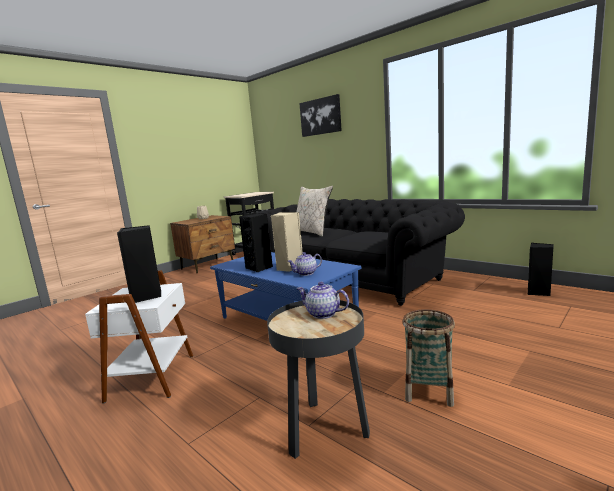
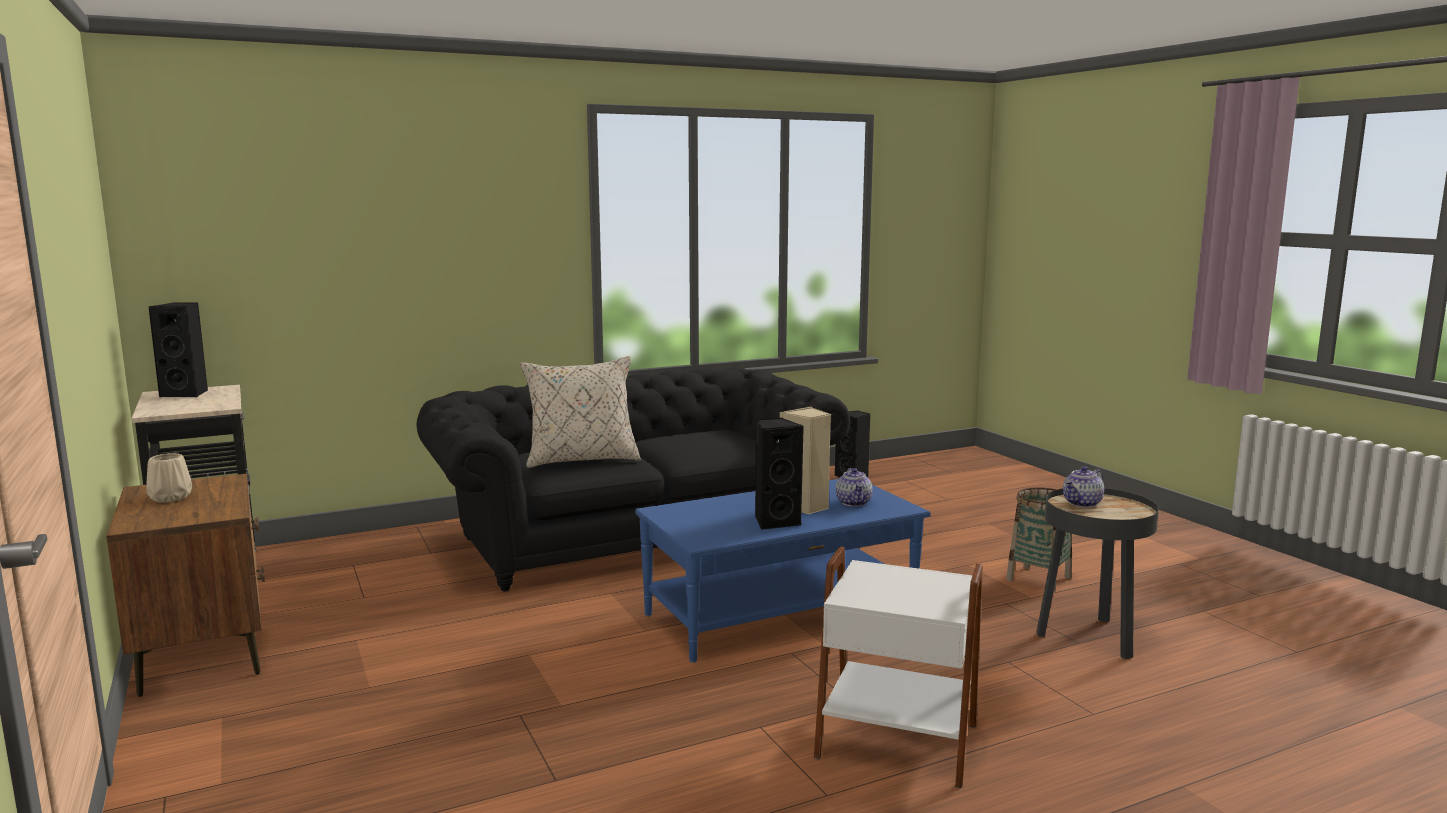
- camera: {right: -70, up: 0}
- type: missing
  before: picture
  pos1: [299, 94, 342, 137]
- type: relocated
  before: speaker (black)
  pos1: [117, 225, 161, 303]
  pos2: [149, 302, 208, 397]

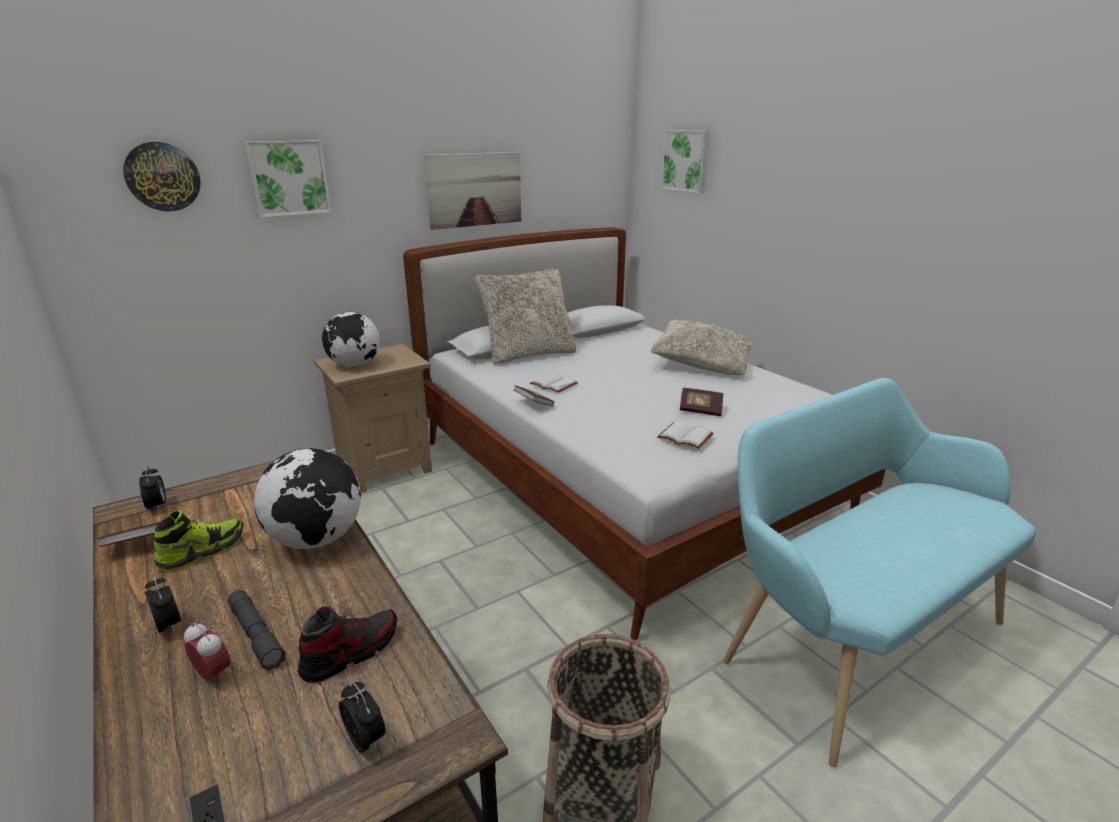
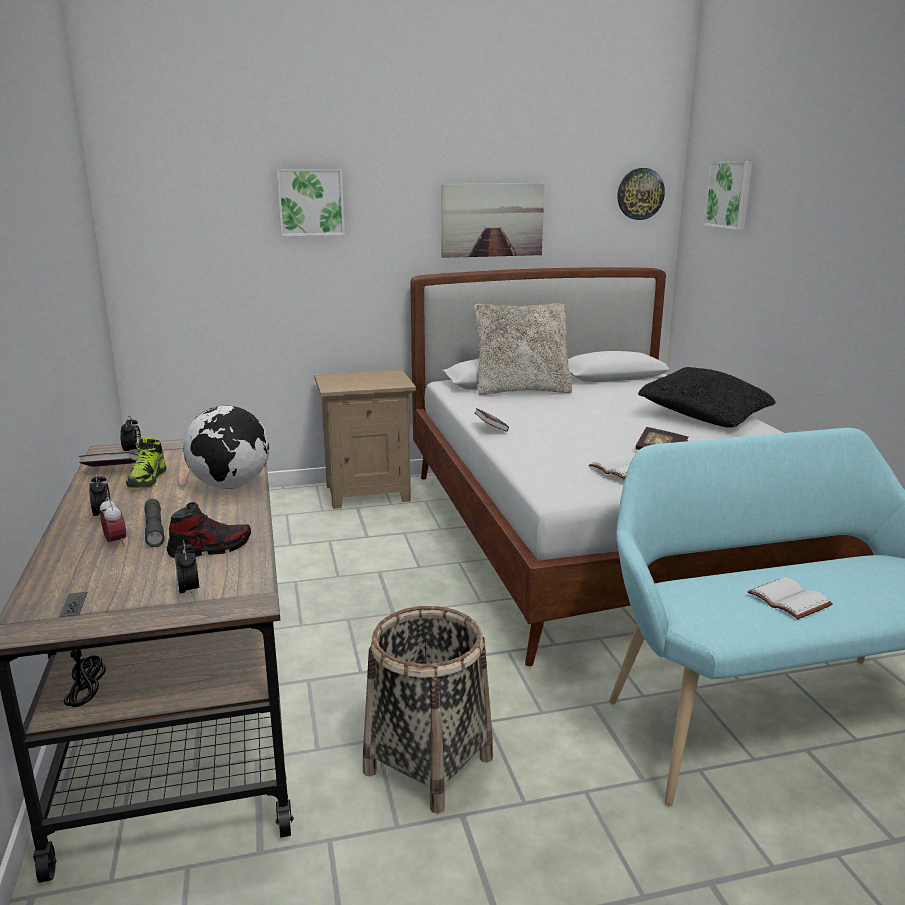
- camera: {right: 20, up: -5}
- type: relocated
  before: wall clock
  pos1: [123, 142, 201, 212]
  pos2: [617, 168, 665, 220]
- type: missing
  before: globe
  pos1: [322, 312, 380, 367]
- type: colour
  before: pillow (beige)
  after: pillow (black)
  pos1: [651, 320, 753, 375]
  pos2: [638, 367, 776, 427]
- type: relocated
  before: book (white)
  pos1: [530, 373, 578, 393]
  pos2: [747, 577, 833, 619]
- type: spun
  before: shoe
  pos1: [154, 510, 243, 571]
  pos2: [126, 438, 167, 489]
  turn: 120

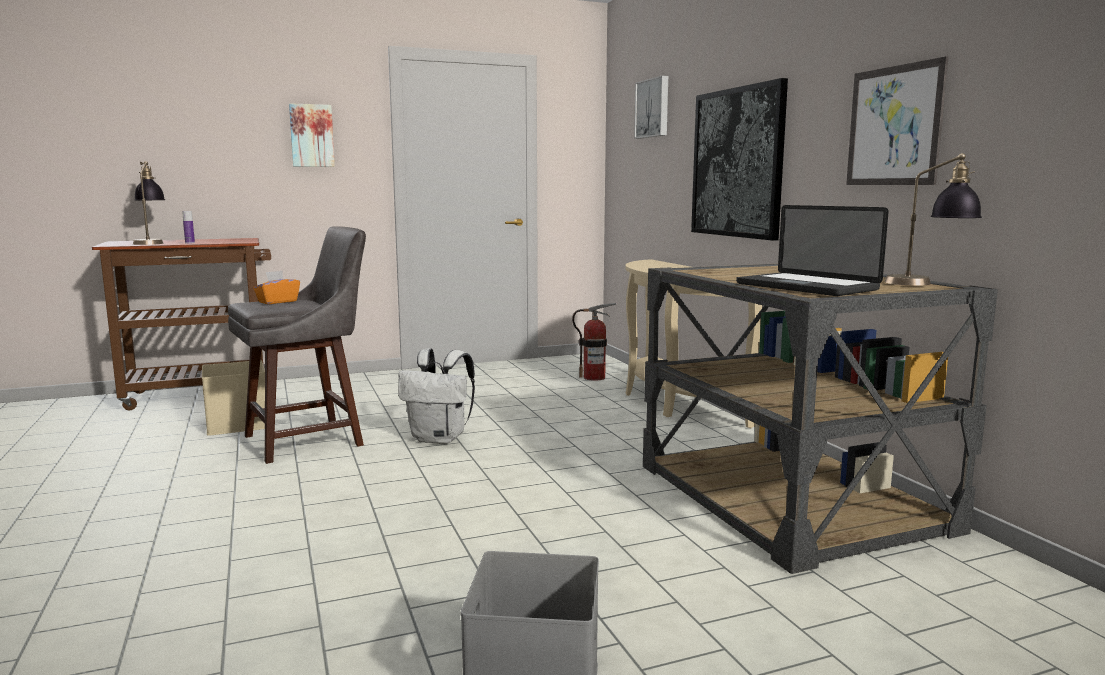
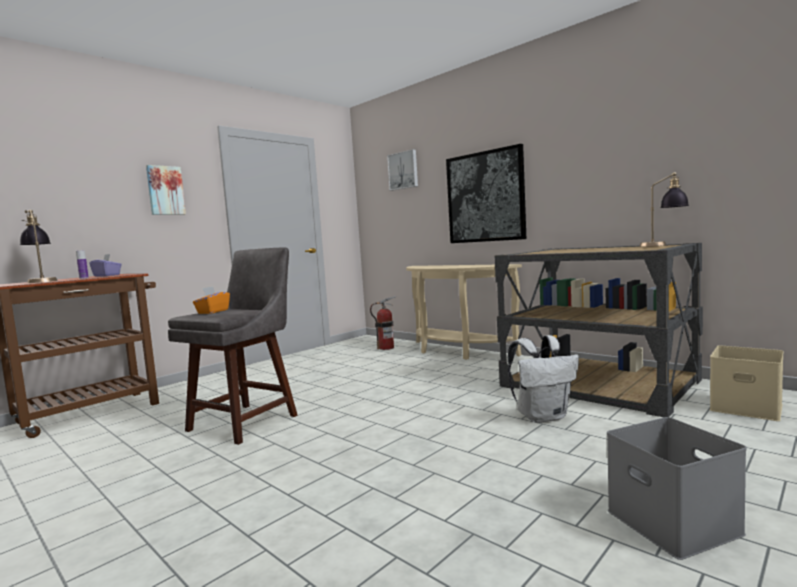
- camera: {right: -25, up: -5}
- type: missing
  before: picture
  pos1: [846, 56, 949, 185]
- type: missing
  before: laptop
  pos1: [736, 205, 889, 296]
- type: relocated
  before: backpack (white)
  pos1: [398, 348, 475, 444]
  pos2: [508, 335, 579, 423]
- type: relocated
  before: storage box (beige)
  pos1: [202, 360, 265, 436]
  pos2: [710, 345, 784, 421]
- type: appeared
  after: tissue box (purple)
  pos2: [89, 254, 122, 277]

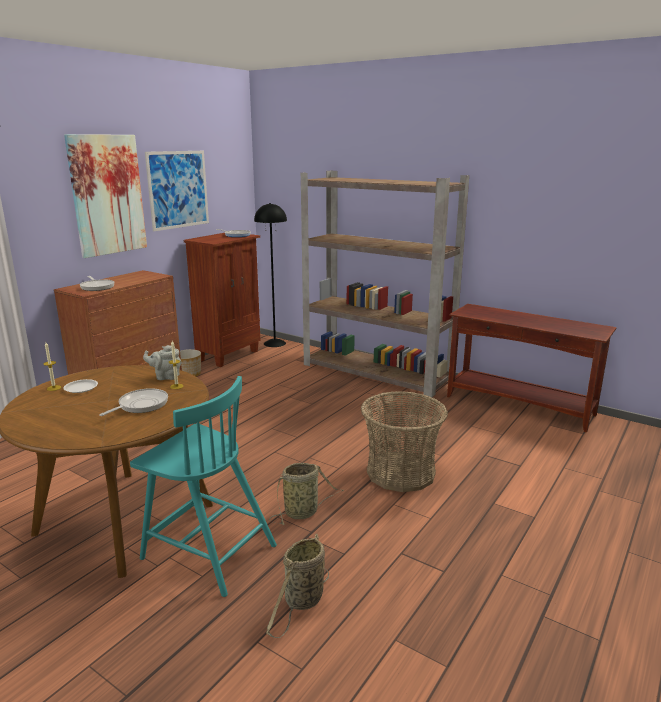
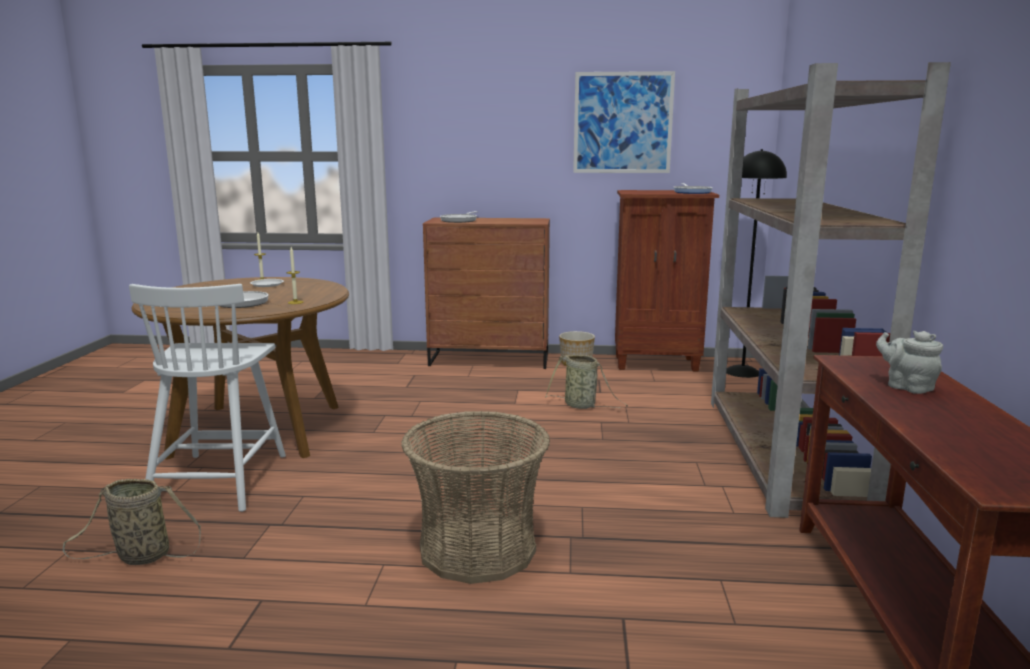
- camera: {right: 60, up: -5}
- type: missing
  before: picture
  pos1: [64, 134, 147, 258]
- type: relocated
  before: teapot (grey)
  pos1: [143, 345, 182, 380]
  pos2: [876, 331, 943, 394]
- type: colour
  before: chair (turquoise)
  after: chair (white)
  pos1: [130, 376, 277, 597]
  pos2: [129, 284, 286, 512]
- type: relocated
  before: basket
  pos1: [269, 463, 344, 525]
  pos2: [545, 355, 628, 409]

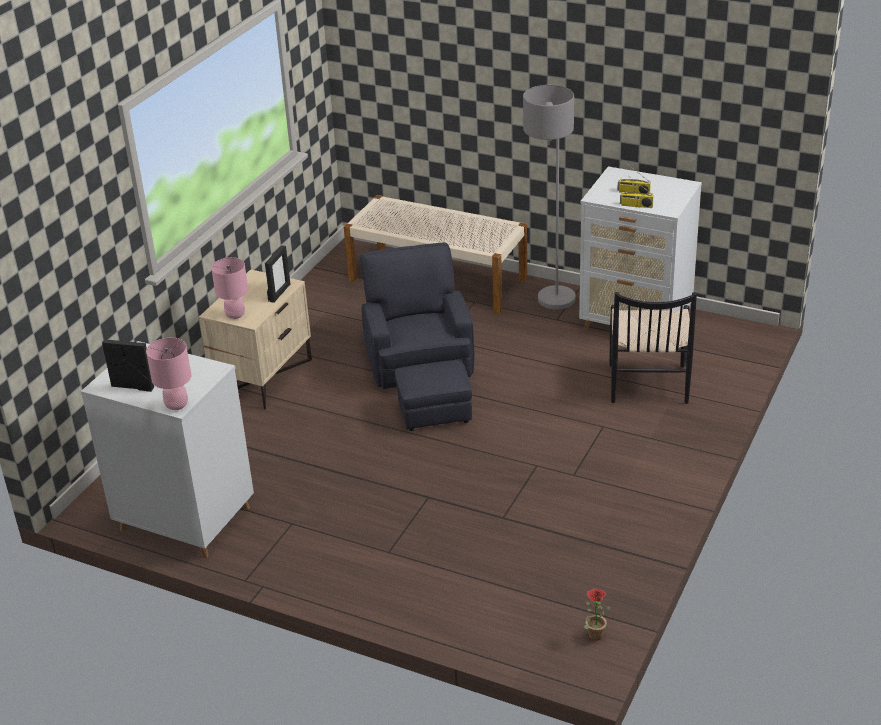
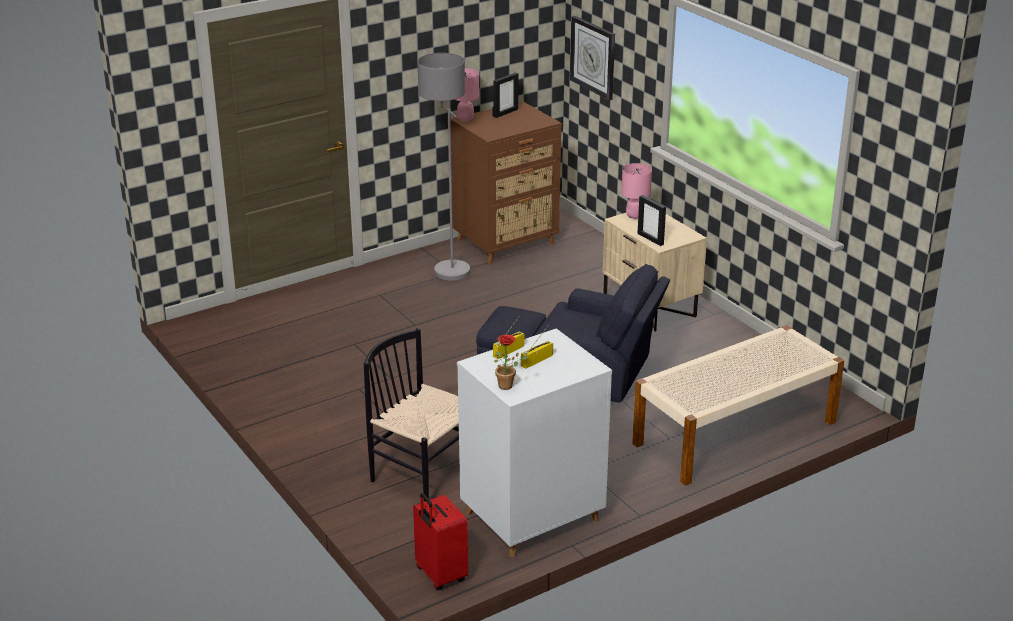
- camera: {right: 120, up: -5}
- type: relocated
  before: floor lamp (grey)
  pos1: [523, 85, 576, 310]
  pos2: [418, 53, 470, 281]
- type: colour
  before: dresser (white)
  after: dresser (brown)
  pos1: [81, 341, 254, 558]
  pos2: [450, 101, 562, 264]
- type: relocated
  before: potted plant
  pos1: [584, 588, 610, 641]
  pos2: [494, 335, 529, 390]
- type: appeared
  after: wall clock
  pos2: [570, 16, 615, 100]
- type: appeared
  after: suitcase (red)
  pos2: [413, 493, 468, 590]

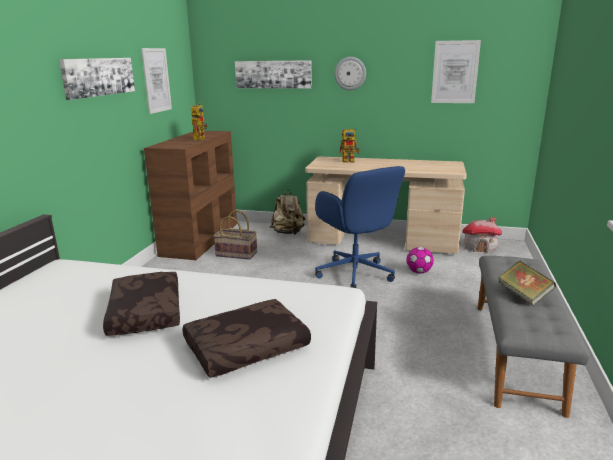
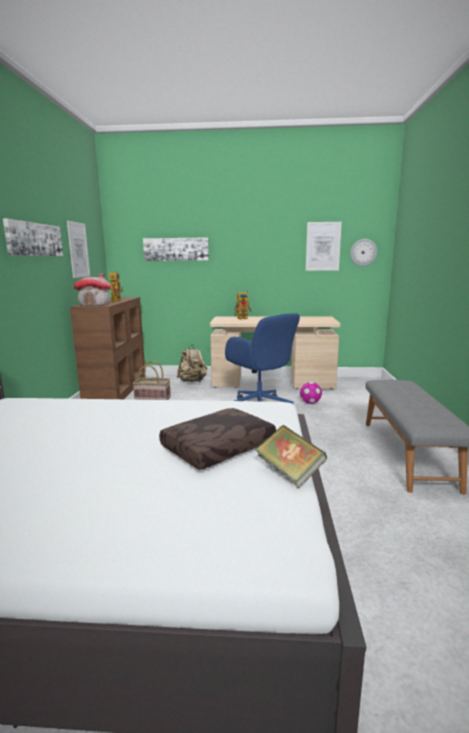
- camera: {right: -10, up: -5}
- type: relocated
  before: wall clock
  pos1: [334, 57, 366, 90]
  pos2: [350, 239, 377, 266]
- type: relocated
  before: toy house
  pos1: [462, 217, 502, 253]
  pos2: [74, 274, 111, 306]
- type: relocated
  before: book
  pos1: [498, 261, 556, 306]
  pos2: [256, 425, 327, 488]
- type: missing
  before: pillow (brown)
  pos1: [103, 272, 180, 336]

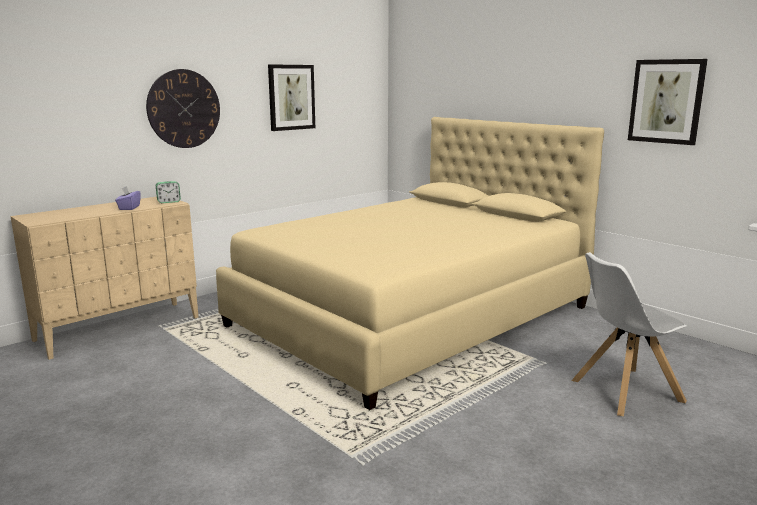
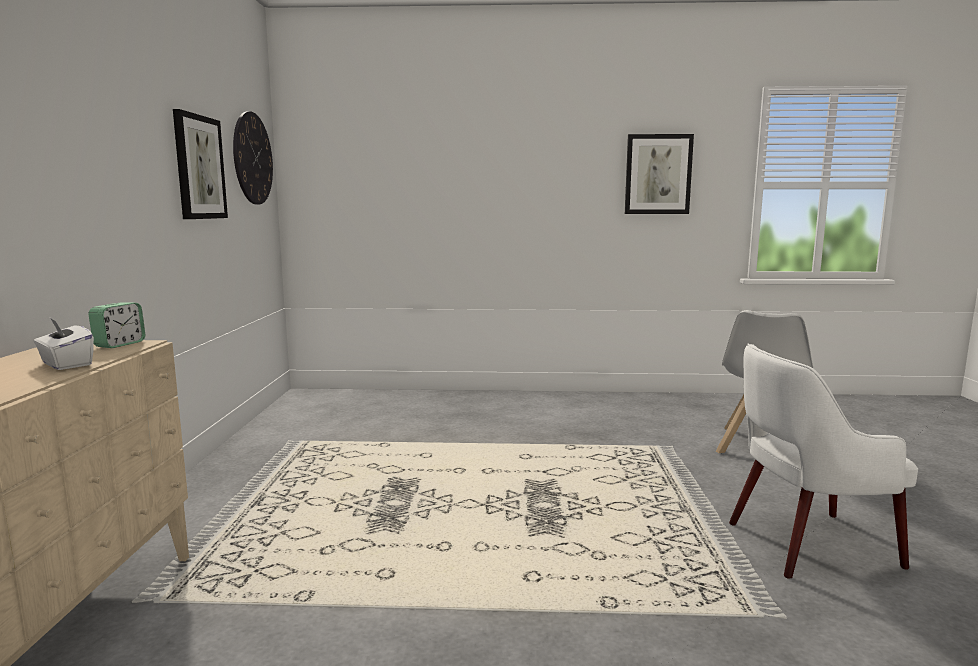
- camera: {right: -45, up: -5}
- type: relocated
  before: wall clock
  pos1: [146, 69, 220, 148]
  pos2: [233, 111, 273, 205]
- type: missing
  before: bed (beige)
  pos1: [216, 117, 604, 410]
- type: colour
  before: tissue box (purple)
  after: tissue box (white)
  pos1: [115, 186, 141, 210]
  pos2: [33, 318, 94, 370]
- type: appeared
  after: armchair (white)
  pos2: [729, 343, 918, 579]

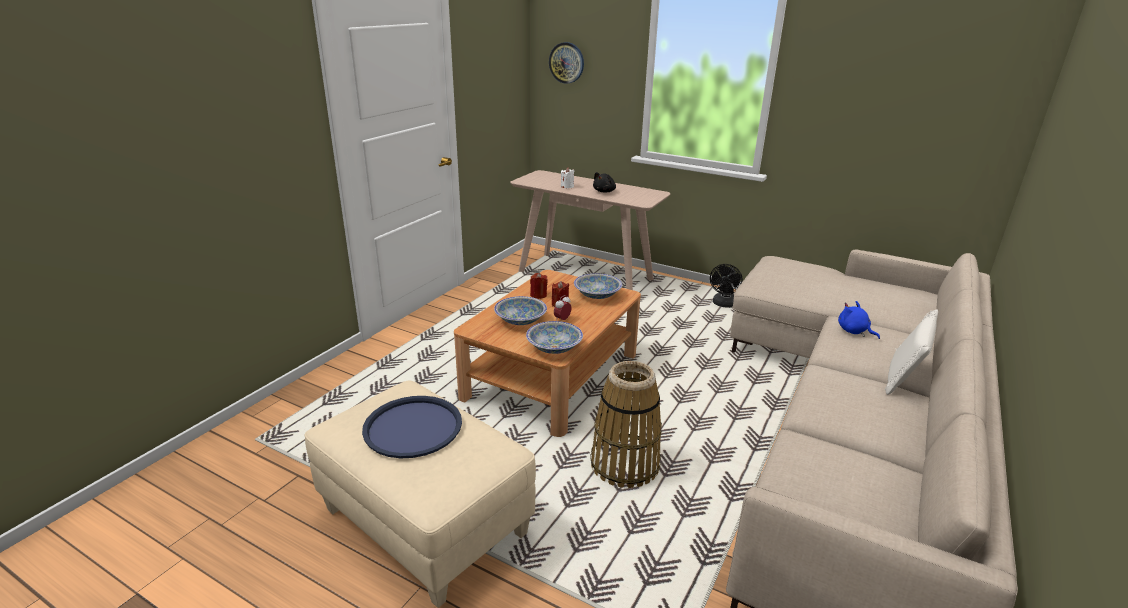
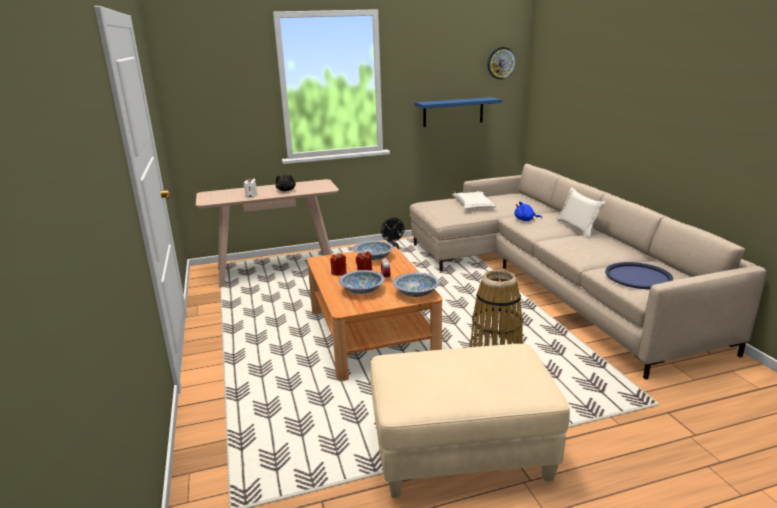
- camera: {right: -45, up: -5}
- type: relocated
  before: wall clock
  pos1: [549, 42, 584, 84]
  pos2: [487, 47, 516, 80]
- type: relocated
  before: tray (blue)
  pos1: [362, 396, 462, 458]
  pos2: [605, 262, 673, 289]
- type: appeared
  after: shelf (blue)
  pos2: [415, 97, 502, 127]
- type: appeared
  after: pillow (white)
  pos2: [452, 191, 497, 209]

